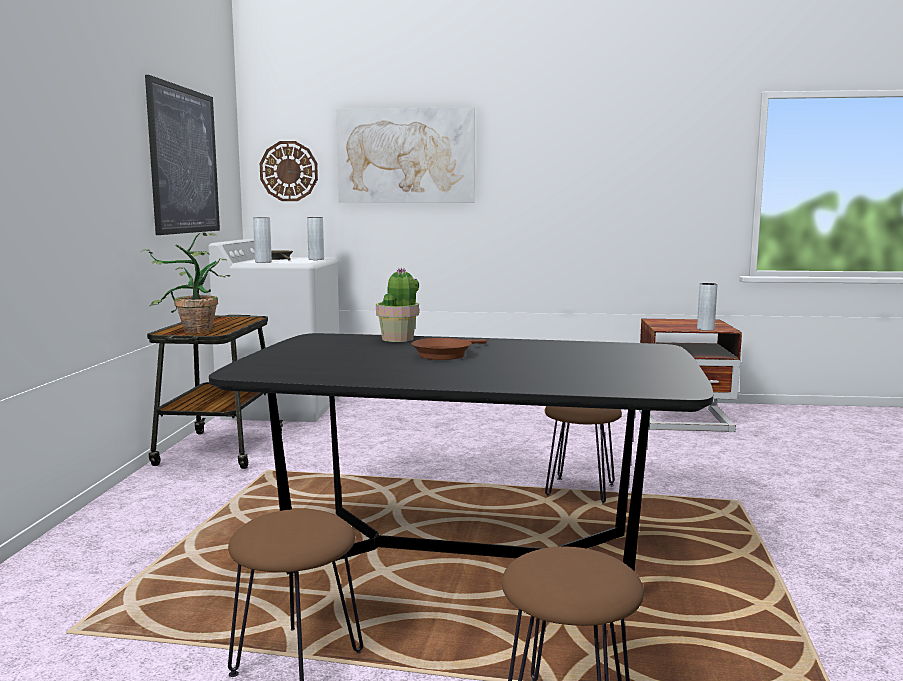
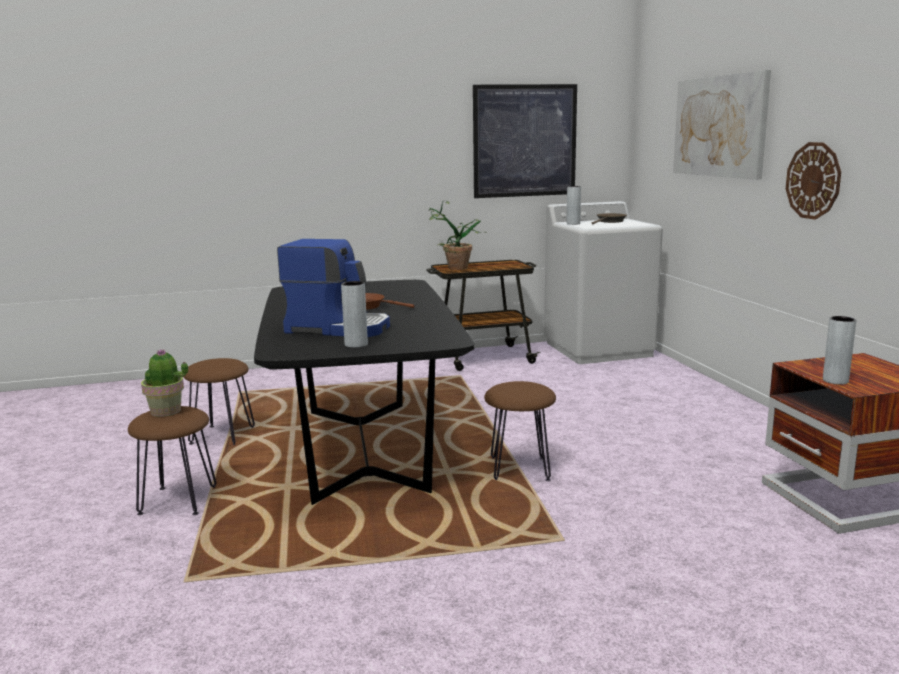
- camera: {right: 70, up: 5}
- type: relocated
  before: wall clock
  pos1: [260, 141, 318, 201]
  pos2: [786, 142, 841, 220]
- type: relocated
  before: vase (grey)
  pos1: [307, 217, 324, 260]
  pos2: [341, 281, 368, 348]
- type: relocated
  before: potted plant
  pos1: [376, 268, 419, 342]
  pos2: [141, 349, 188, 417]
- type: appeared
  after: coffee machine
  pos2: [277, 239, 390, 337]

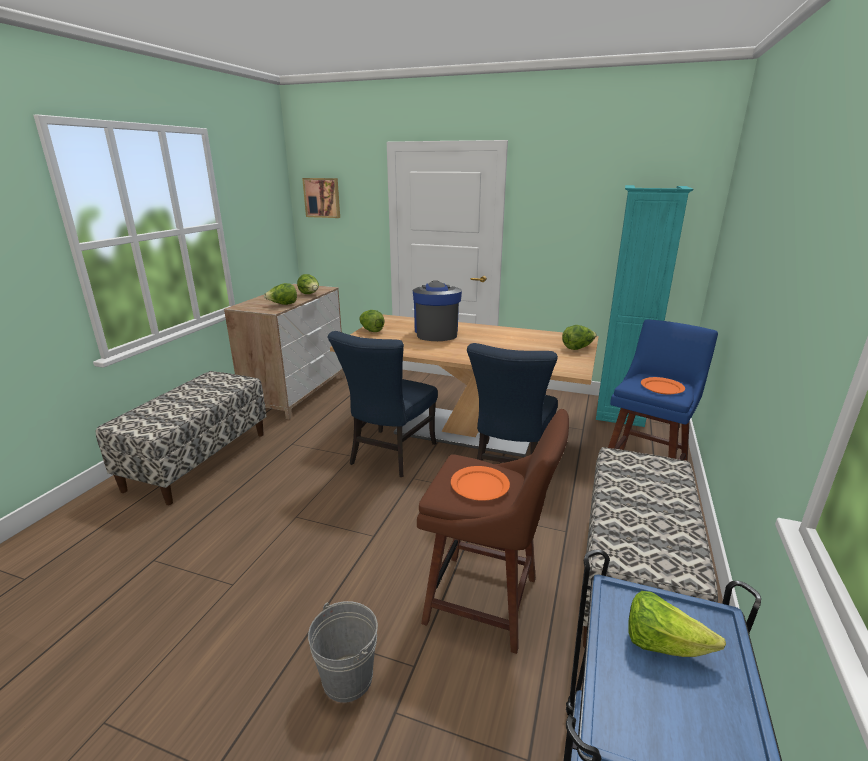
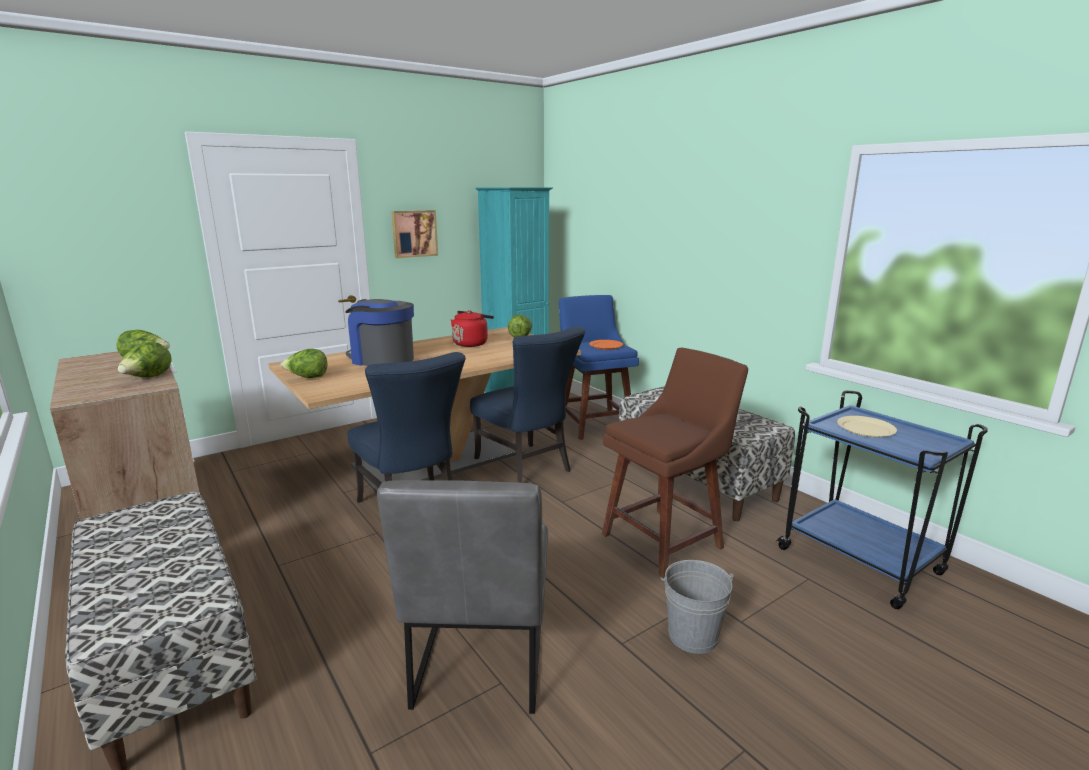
- camera: {right: -55, up: -5}
- type: relocated
  before: picture
  pos1: [302, 178, 340, 218]
  pos2: [391, 210, 438, 258]
- type: missing
  before: plate (orange)
  pos1: [451, 466, 510, 501]
- type: exchanged
  before: lettuce
  after: plate (beige)
  pos1: [628, 591, 726, 657]
  pos2: [837, 416, 897, 437]
- type: appeared
  after: kettle (red)
  pos2: [451, 310, 494, 347]
- type: appeared
  after: chair (grey)
  pos2: [377, 480, 548, 714]

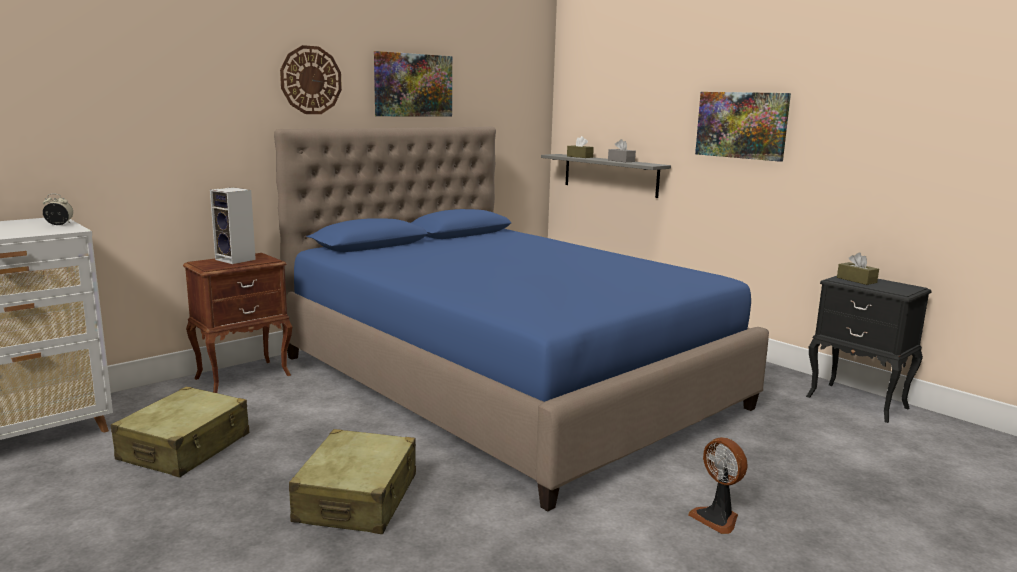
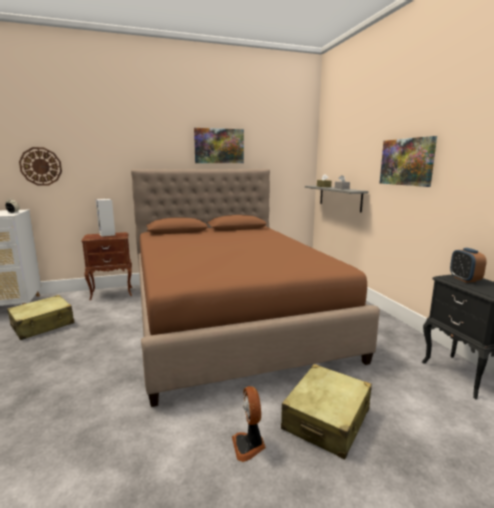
- camera: {right: 25, up: 0}
- type: relocated
  before: wall clock
  pos1: [280, 45, 342, 114]
  pos2: [19, 147, 62, 186]
- type: colour
  before: bed (blue)
  after: bed (brown)
  pos1: [274, 127, 769, 511]
  pos2: [131, 169, 380, 407]
- type: exchanged
  before: tissue box (brown)
  after: alarm clock
  pos1: [837, 253, 879, 285]
  pos2: [450, 248, 487, 283]
- type: relocated
  before: suitcase (beige)
  pos1: [289, 429, 416, 534]
  pos2: [281, 364, 372, 459]

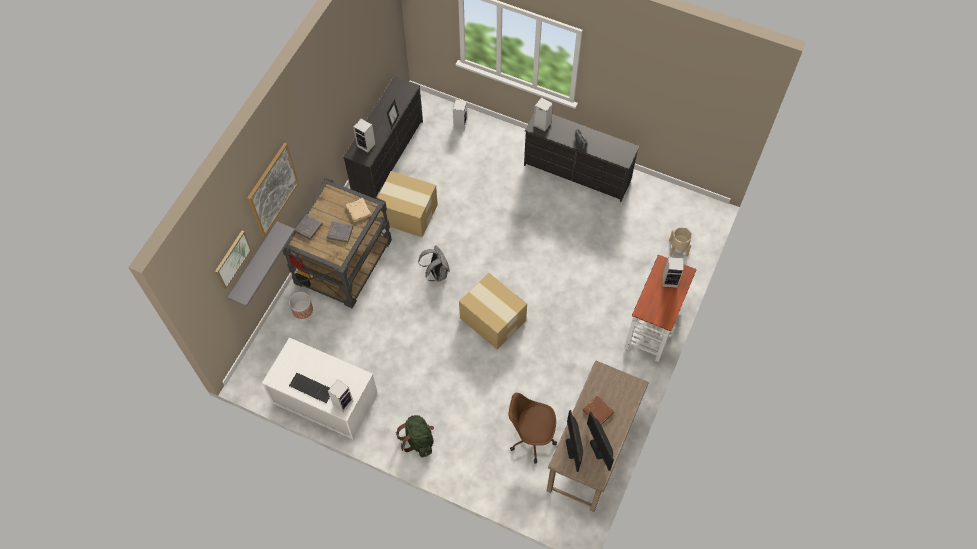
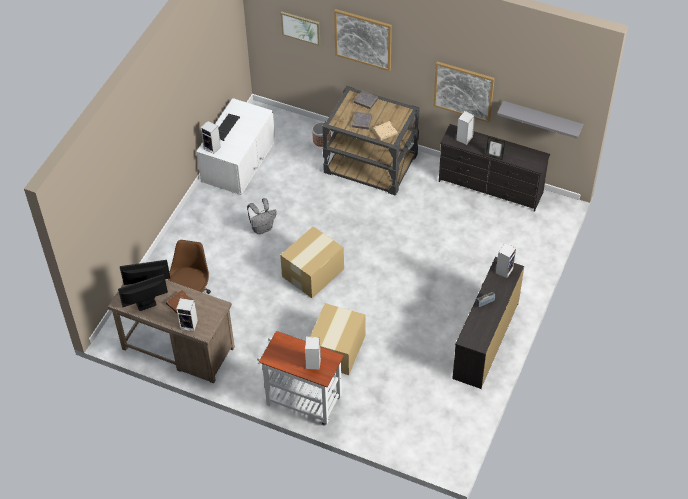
- camera: {right: 90, up: -10}
- type: relocated
  before: speaker
  pos1: [453, 99, 468, 130]
  pos2: [176, 298, 198, 331]
- type: relocated
  before: cardboard box
  pos1: [377, 171, 438, 237]
  pos2: [310, 303, 365, 375]
- type: relocated
  before: shelf (grey)
  pos1: [228, 221, 295, 307]
  pos2: [497, 101, 583, 139]
- type: missing
  before: planter (beige)
  pos1: [669, 227, 692, 256]
- type: relocated
  before: backpack (grey)
  pos1: [418, 245, 450, 282]
  pos2: [247, 198, 277, 234]
- type: missing
  before: backpack (green)
  pos1: [396, 415, 434, 457]
- type: appeared
  after: picture
  pos2: [434, 61, 495, 123]

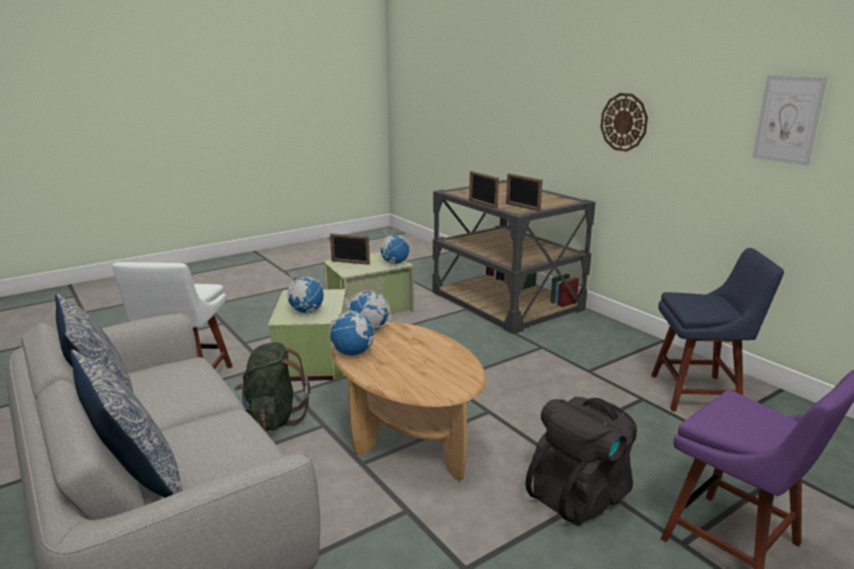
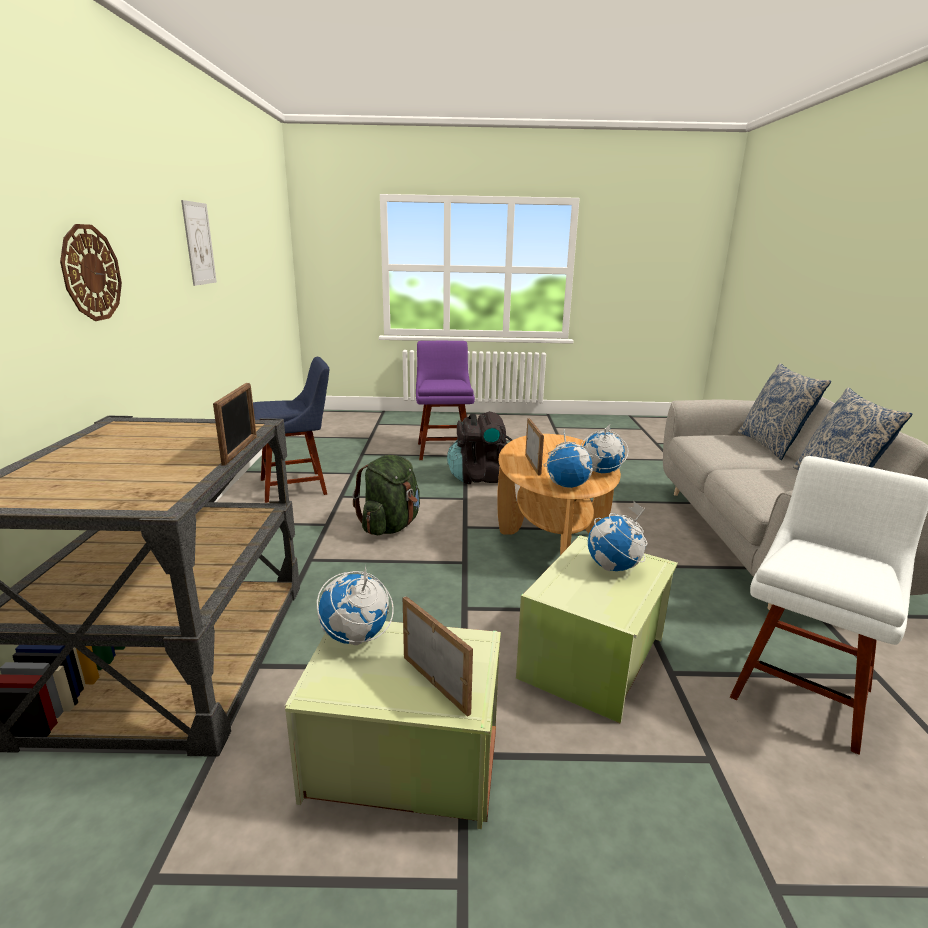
- camera: {right: -145, up: 0}
- type: relocated
  before: picture frame
  pos1: [506, 173, 543, 211]
  pos2: [525, 418, 544, 475]
- type: spun
  before: chair (blue)
  pos1: [651, 248, 784, 411]
  pos2: [253, 357, 329, 503]
  turn: 120
- type: relocated
  before: backpack (green)
  pos1: [234, 342, 310, 432]
  pos2: [352, 455, 420, 535]

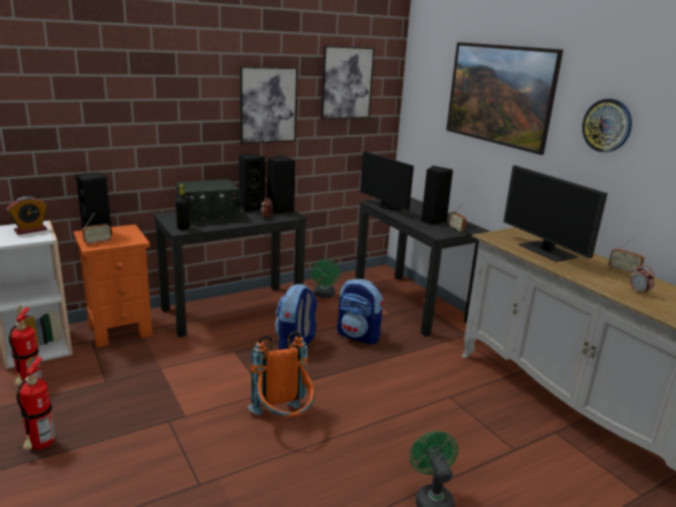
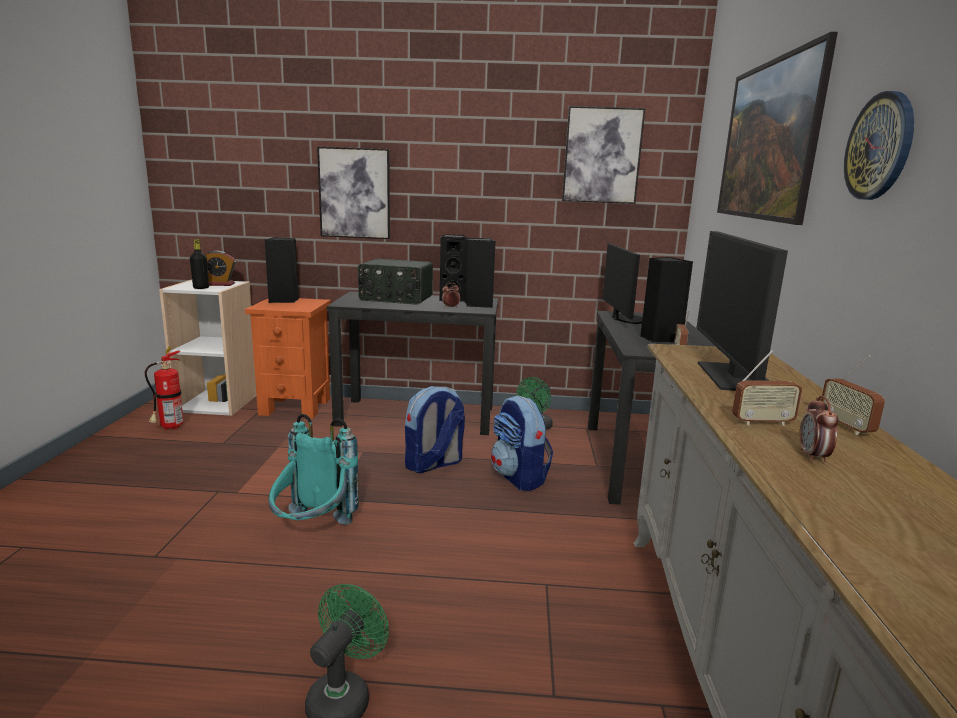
- camera: {right: 35, up: -5}
- type: relocated
  before: picture
  pos1: [240, 66, 298, 144]
  pos2: [317, 147, 390, 239]
- type: relocated
  before: bottle (black)
  pos1: [175, 185, 190, 230]
  pos2: [190, 239, 209, 289]
- type: relocated
  before: radio
  pos1: [82, 212, 111, 245]
  pos2: [732, 349, 802, 426]
- type: colour
  before: backpack (orange)
  after: backpack (turquoise)
  pos1: [248, 331, 315, 417]
  pos2: [268, 414, 359, 525]
- type: missing
  before: fire extinguisher
  pos1: [16, 357, 55, 450]

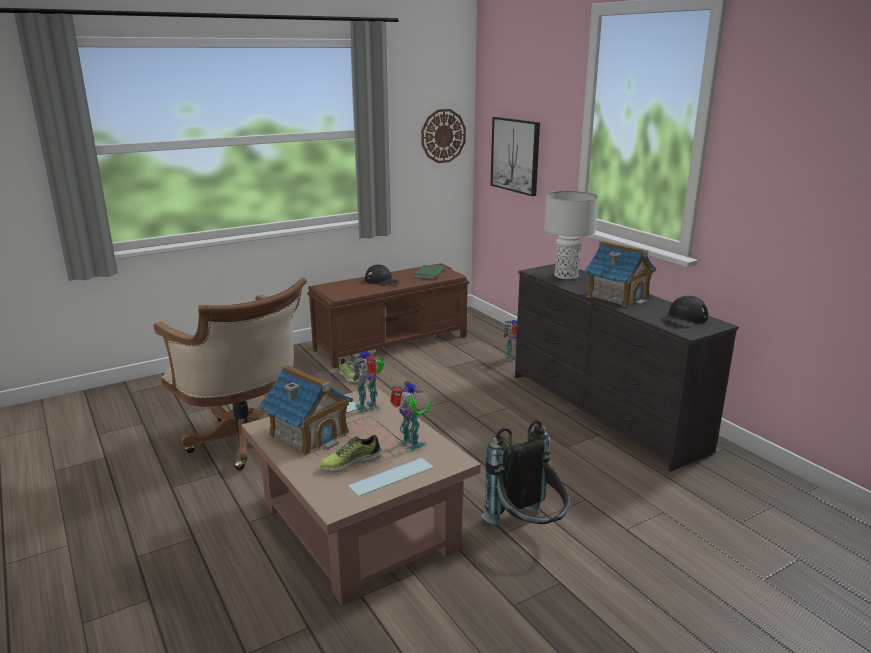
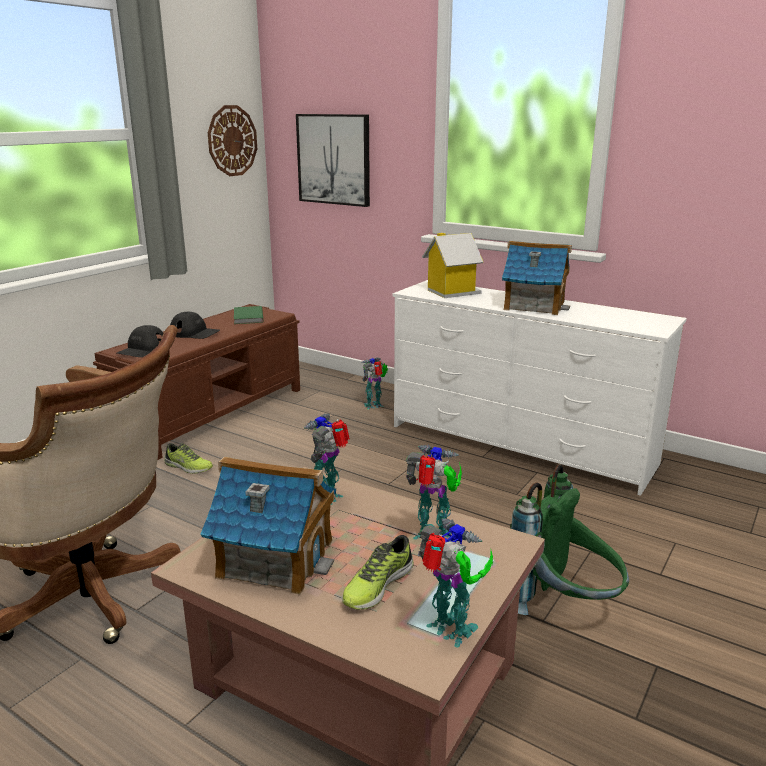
- camera: {right: -25, up: 0}
- type: exchanged
  before: table lamp (white)
  after: toy house
  pos1: [544, 191, 598, 279]
  pos2: [422, 233, 483, 298]
- type: colour
  before: dresser (black)
  after: dresser (white)
  pos1: [515, 264, 739, 472]
  pos2: [392, 280, 687, 496]
- type: relocated
  before: cap (black)
  pos1: [661, 296, 708, 327]
  pos2: [117, 325, 164, 357]
- type: colour
  before: backpack (black)
  after: backpack (green)
  pos1: [481, 420, 569, 525]
  pos2: [510, 465, 629, 615]
- type: appeared
  after: toy robot
  pos2: [418, 518, 493, 648]

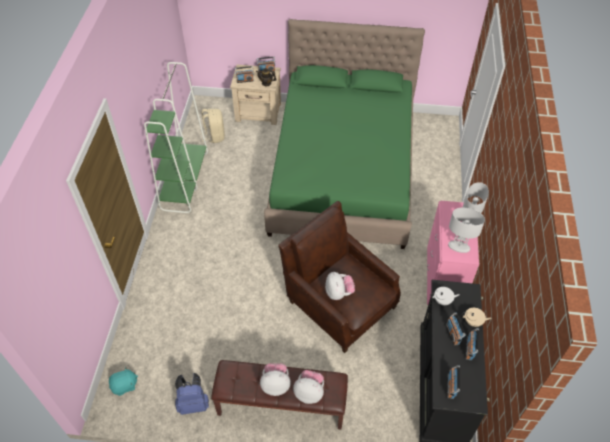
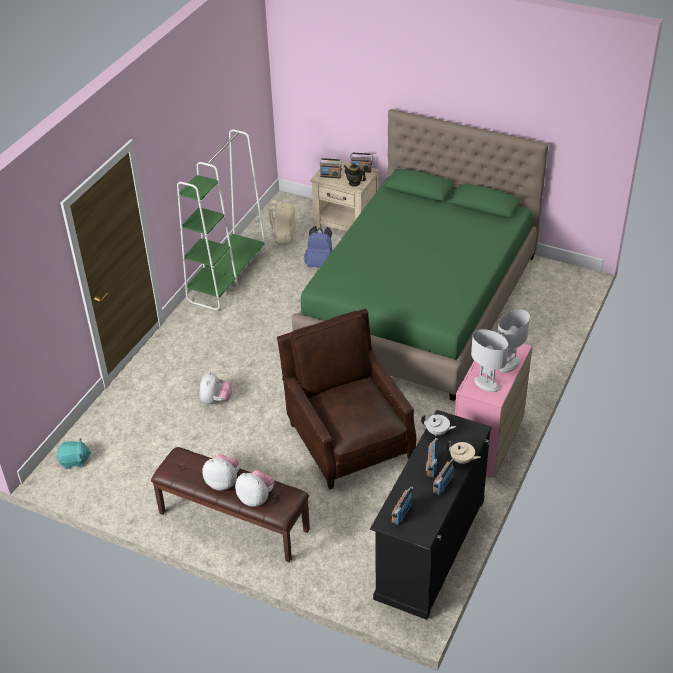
- camera: {right: 20, up: -10}
- type: relocated
  before: plush toy
  pos1: [325, 272, 355, 300]
  pos2: [200, 372, 232, 405]
- type: relocated
  before: backpack (blue)
  pos1: [175, 373, 209, 415]
  pos2: [304, 226, 332, 267]

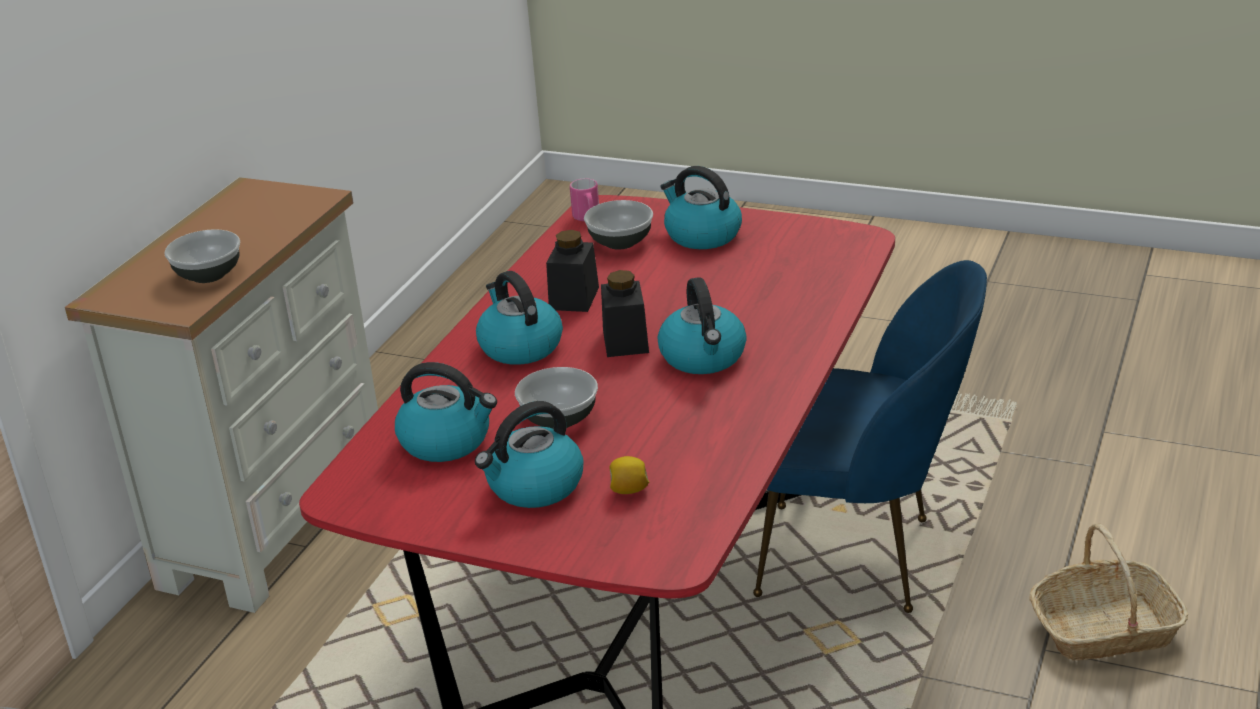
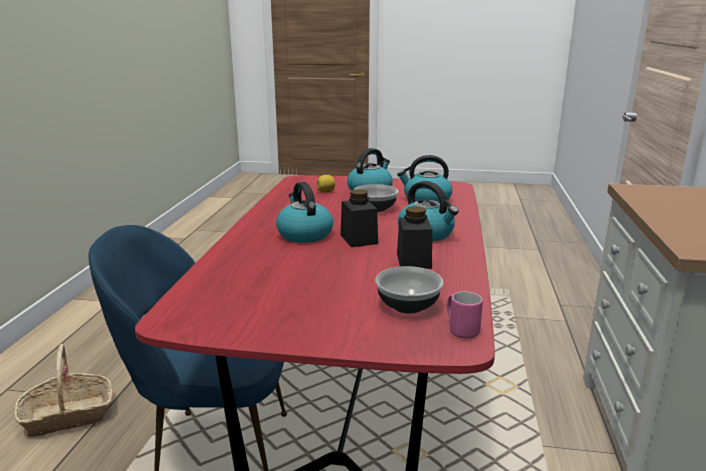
- camera: {right: 165, up: -10}
- type: missing
  before: kettle
  pos1: [660, 166, 742, 249]
- type: missing
  before: bowl
  pos1: [164, 229, 240, 283]

